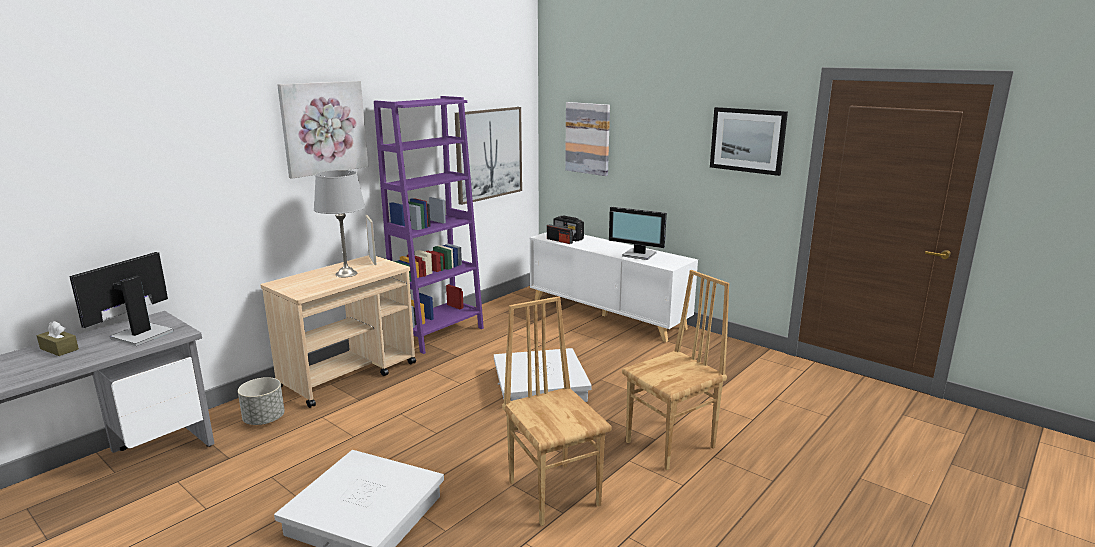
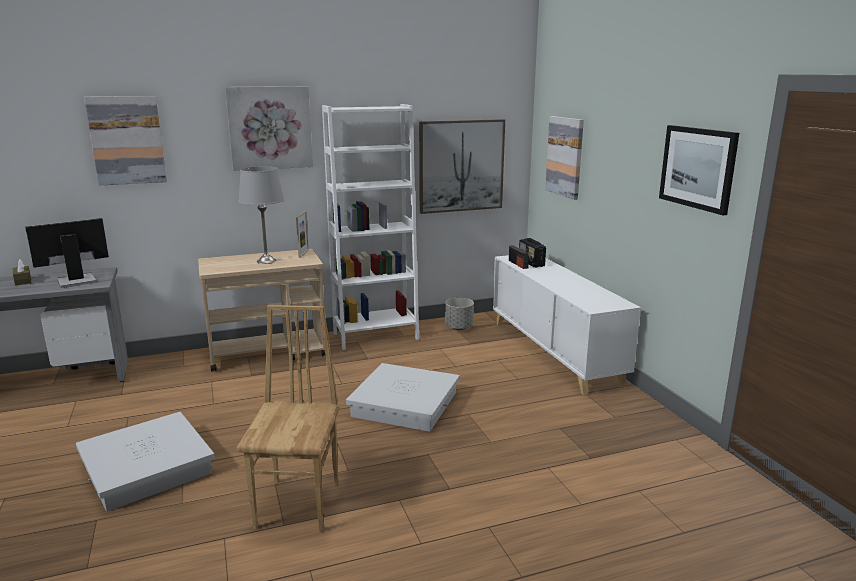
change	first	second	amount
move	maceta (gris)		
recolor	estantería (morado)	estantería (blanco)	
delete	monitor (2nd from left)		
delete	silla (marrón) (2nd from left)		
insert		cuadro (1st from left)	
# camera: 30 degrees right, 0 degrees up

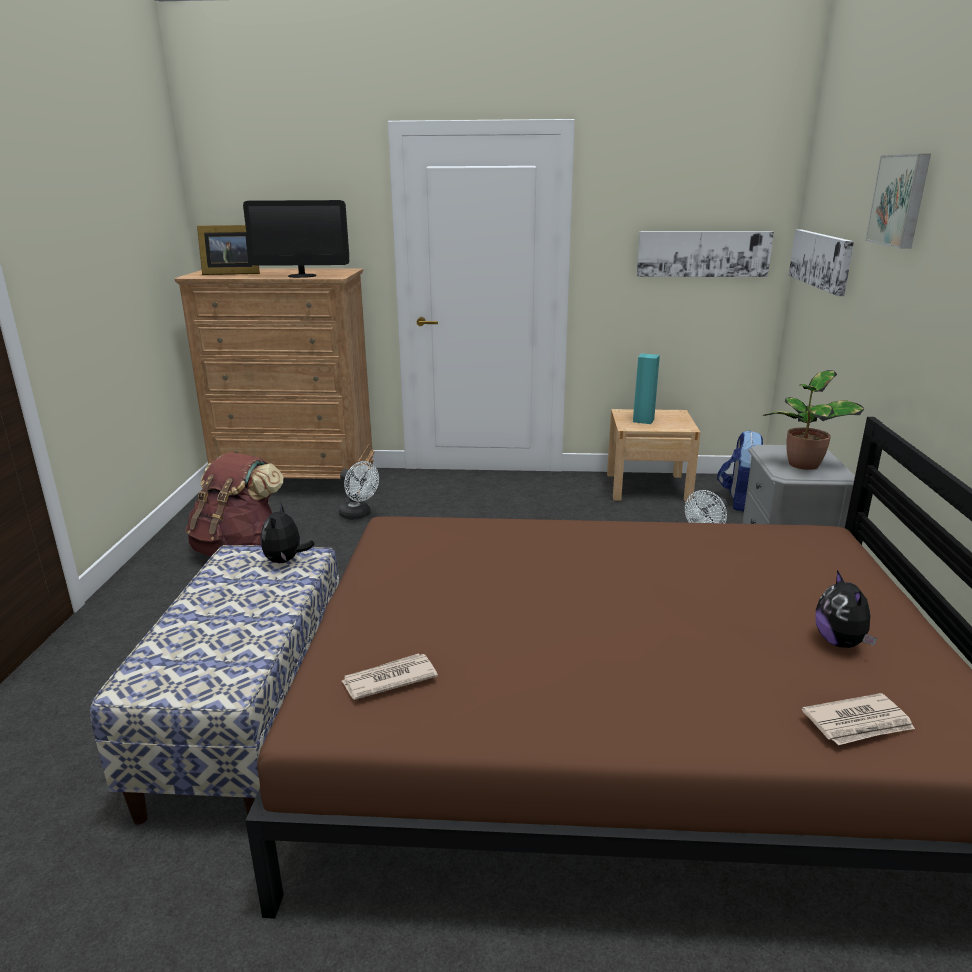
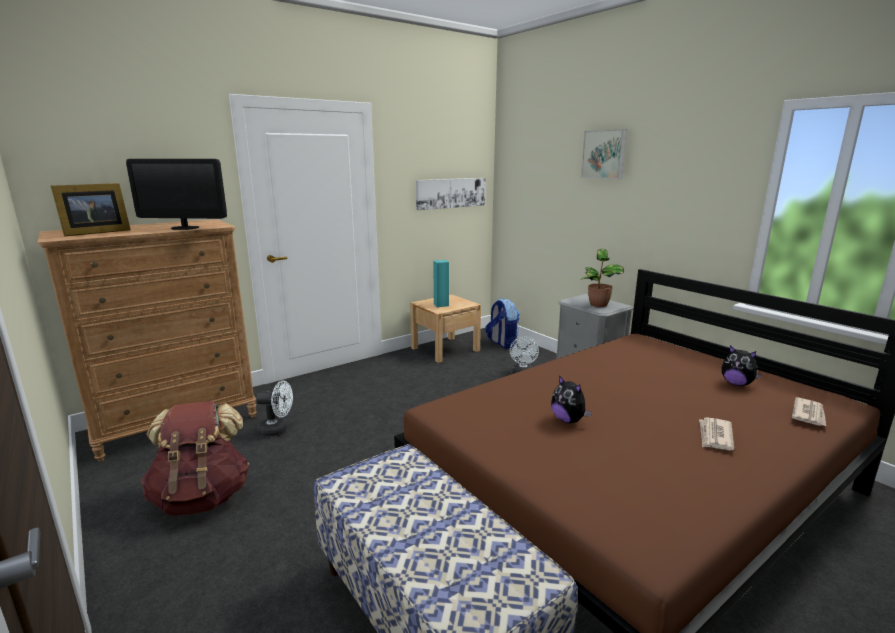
change	first	second	amount
rotate	monitor		45 degrees clockwise
move	peluche (1st from left)		
move	periódico (1st from left)		
delete	cuadro (2nd from left)		
# camera: 40 degrees left, 5 degrees down

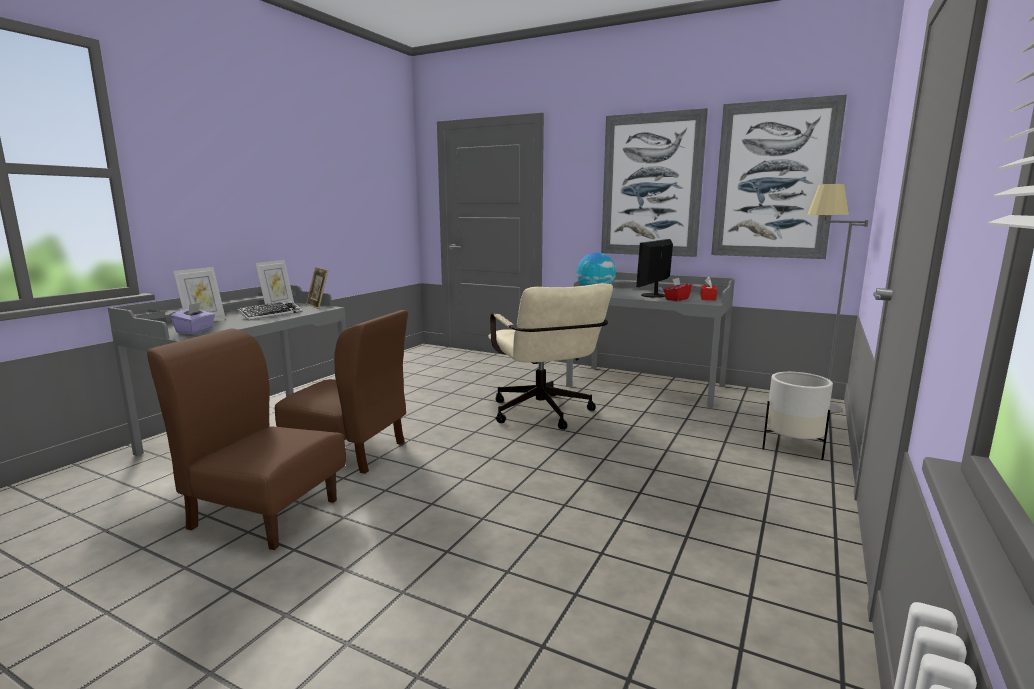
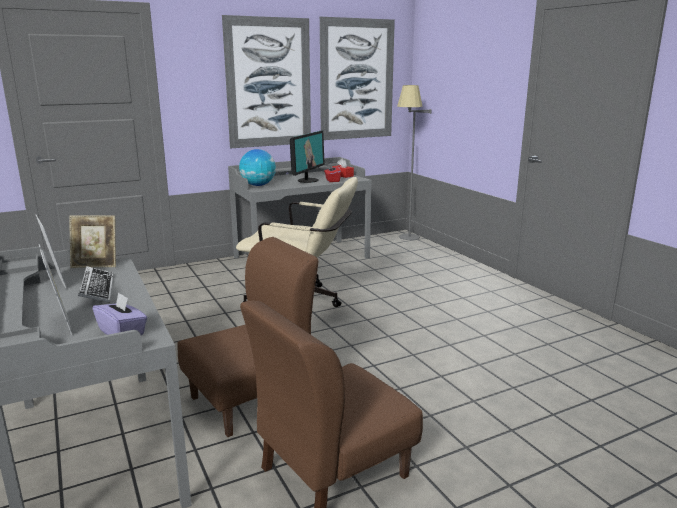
change	first	second	amount
rotate	monitor		135 degrees counterclockwise
delete	maceta (blanco)		
# camera: 55 degrees left, 5 degrees up

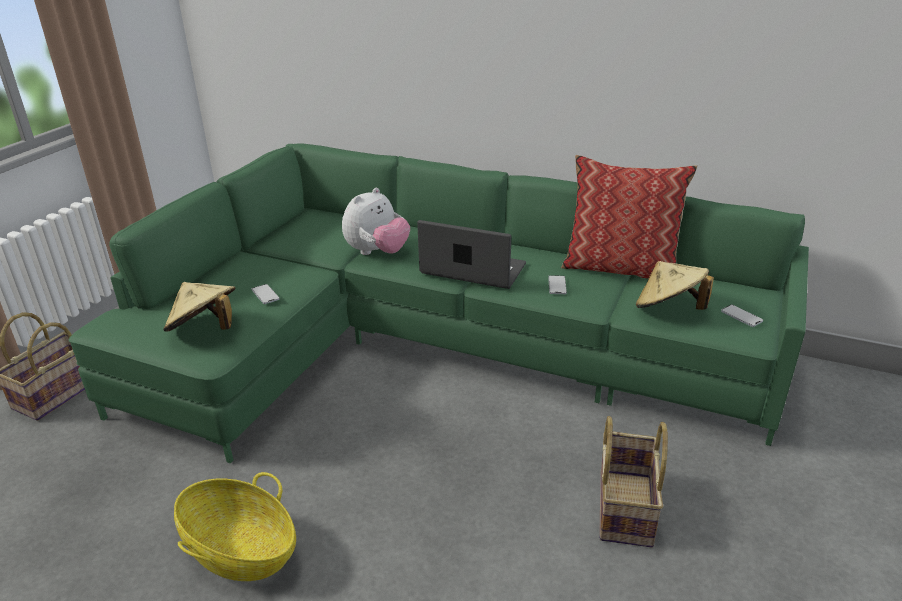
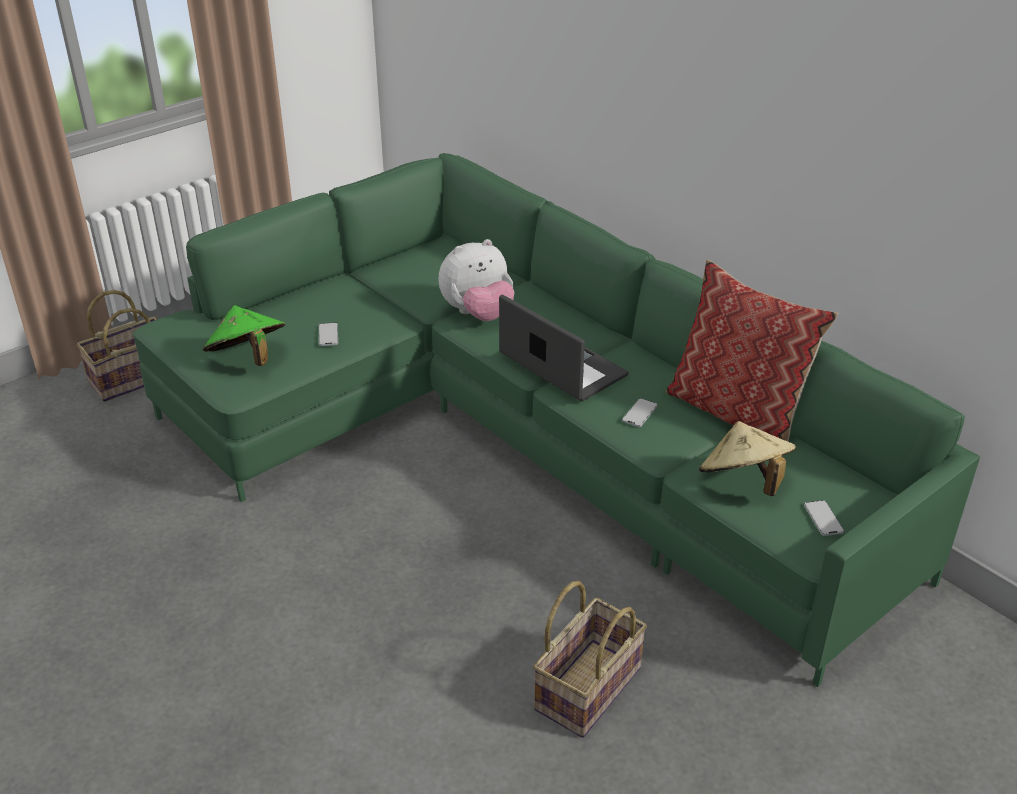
change	first	second	amount
recolor	sombrero (beis) (1st from left)	sombrero (verde)	
delete	cesta (2nd from left)		
# camera: 25 degrees right, 5 degrees up

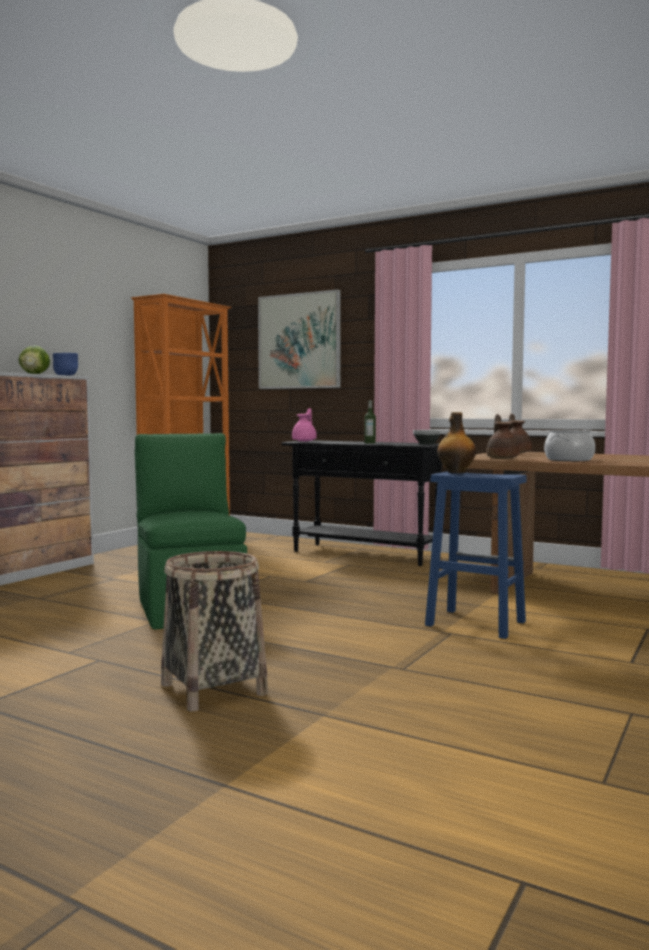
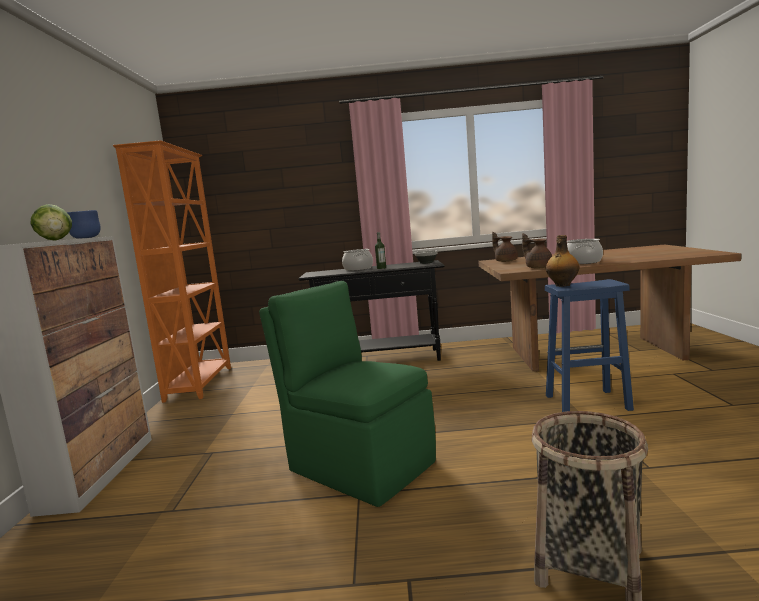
change	first	second	amount
delete	cuadro		
delete	tetera (rosa)		
insert		olla (1st from left)	
# camera: 30 degrees left, 5 degrees up

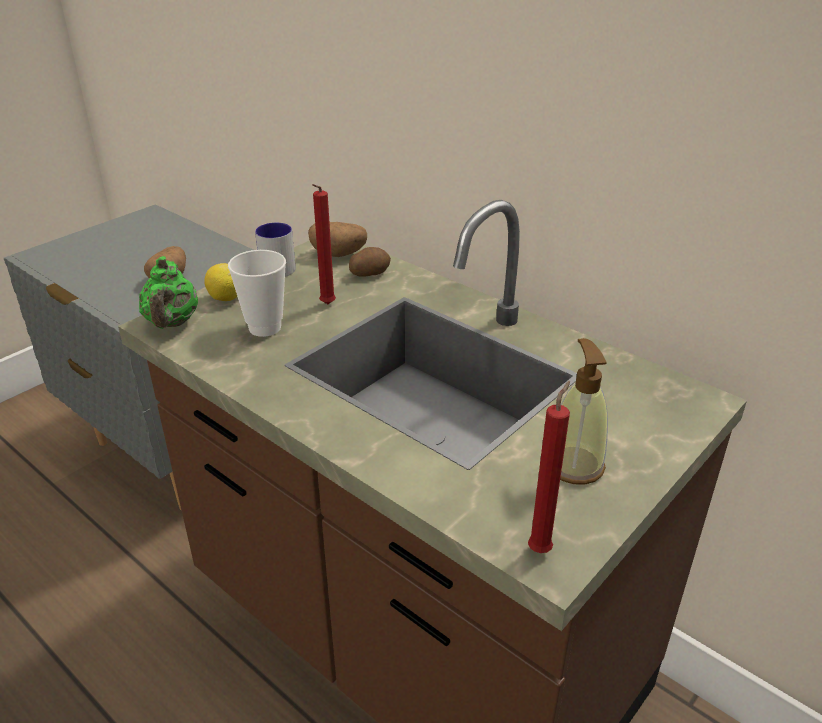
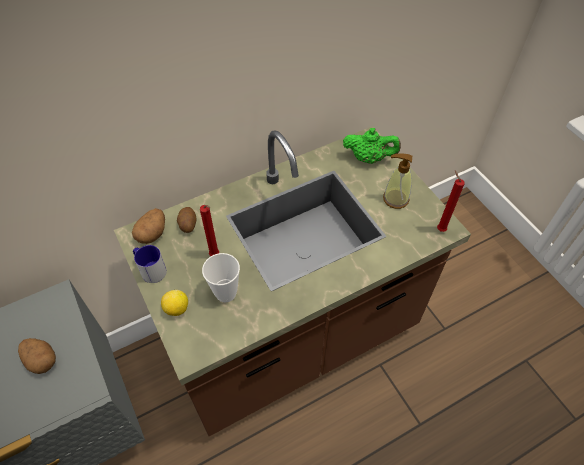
change	first	second	amount
move	tetera (verde)		
# camera: 70 degrees left, 20 degrees up

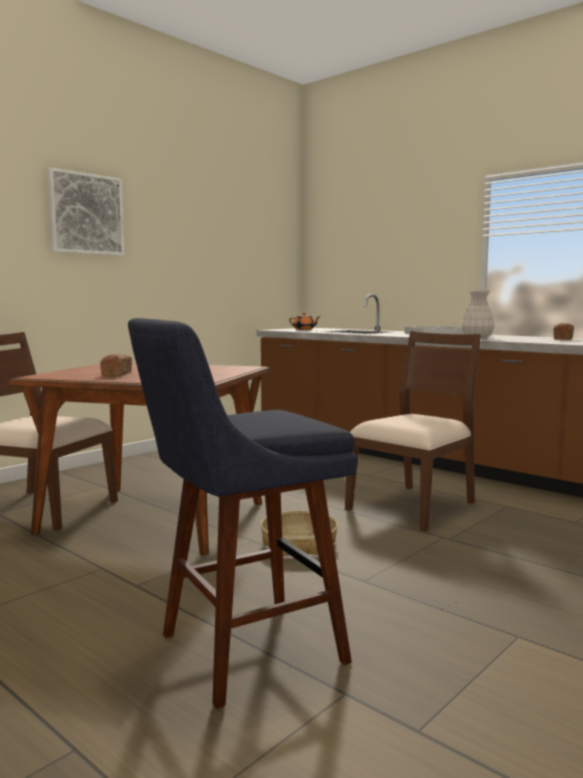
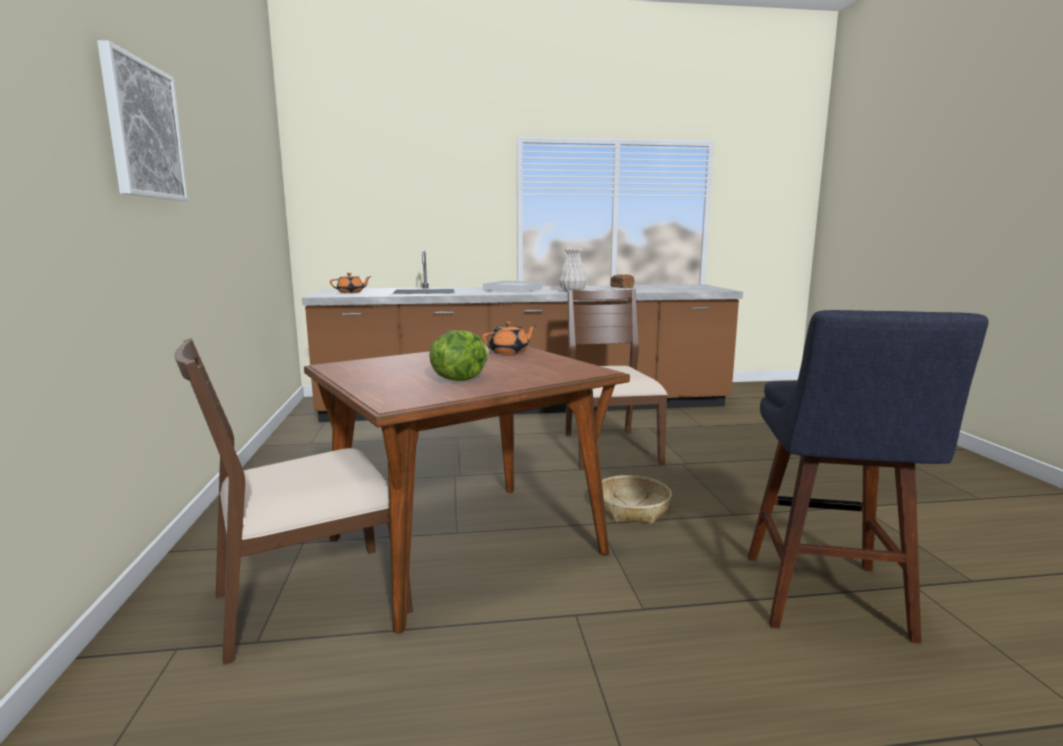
change	first	second	amount
replace	pan (1st from left)	lechuga	
insert		tetera (naranja) (2nd from left)	
# camera: 50 degrees left, 5 degrees up

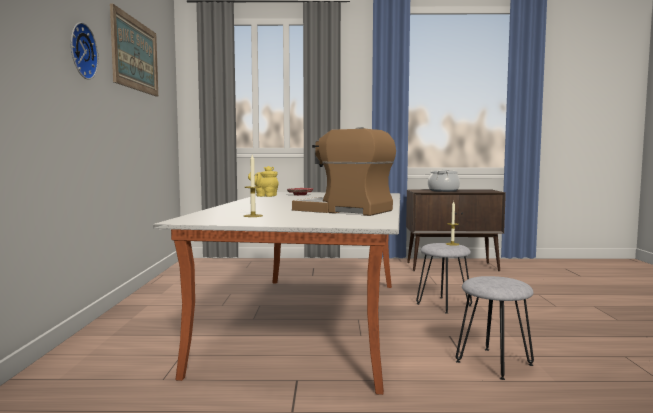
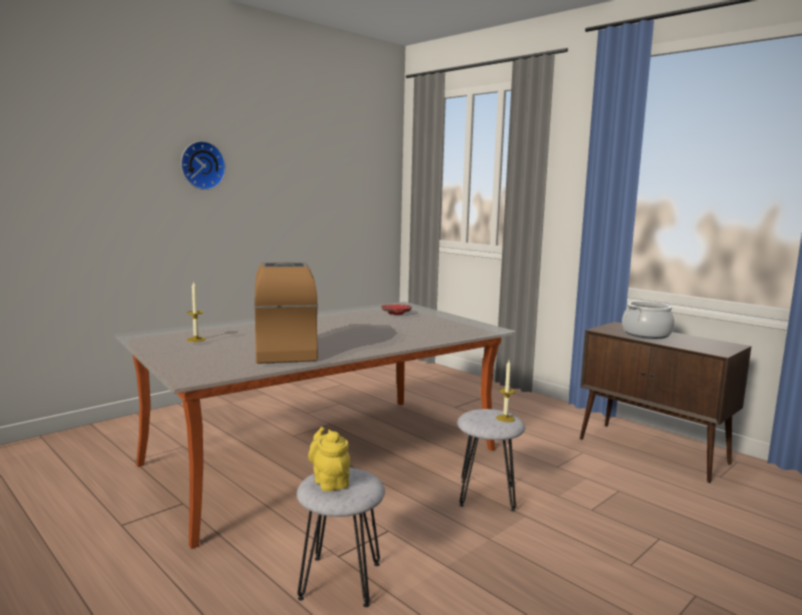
change	first	second	amount
delete	cuadro		
move	tetera (amarillo)		
# camera: 45 degrees right, 5 degrees up

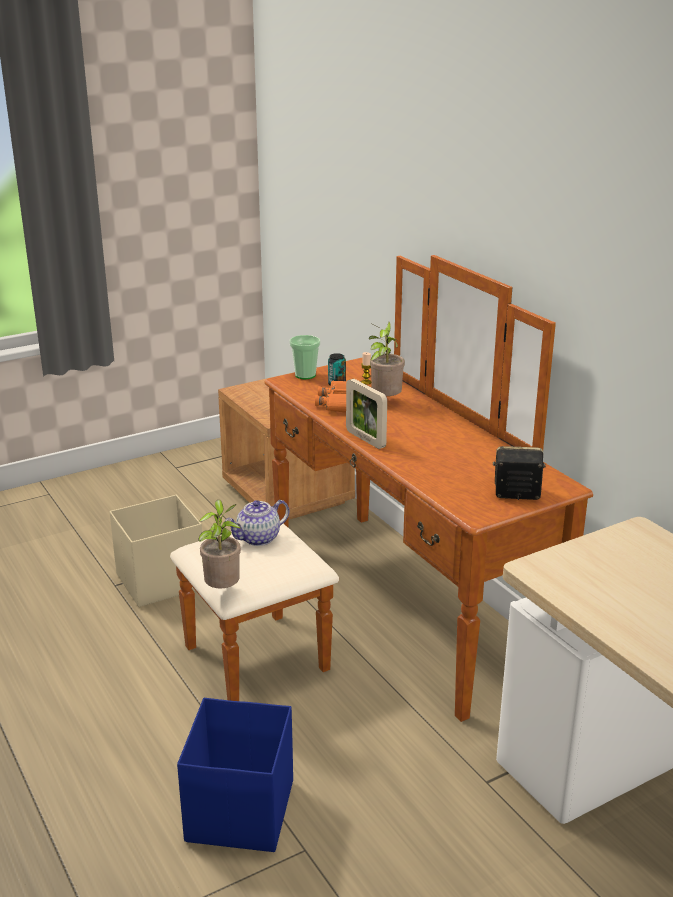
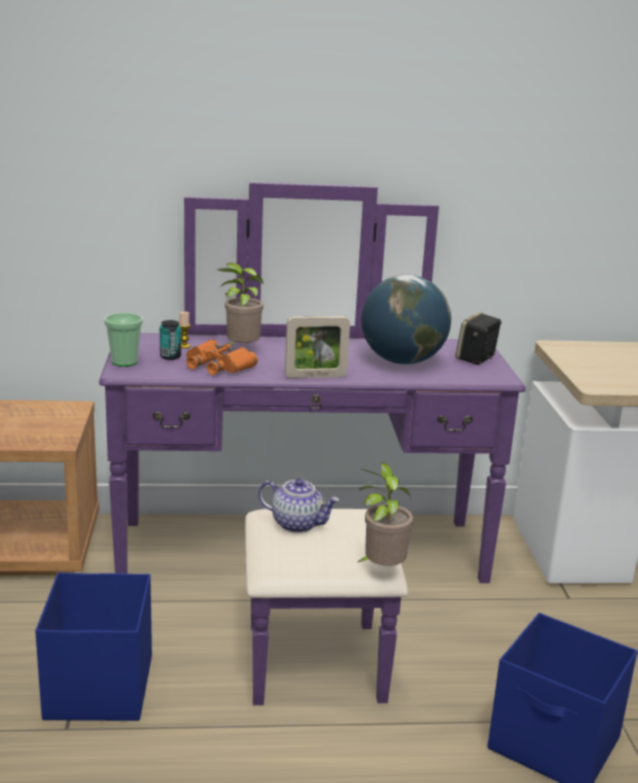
change	first	second	amount
recolor	caja de almacenaje (beis)	caja de almacenaje (azul) (1st from left)	
recolor	cómoda (marrón)	cómoda (morado)	
rotate	tetera		60 degrees counterclockwise
insert		globo terráqueo	
# camera: 65 degrees left, 5 degrees down

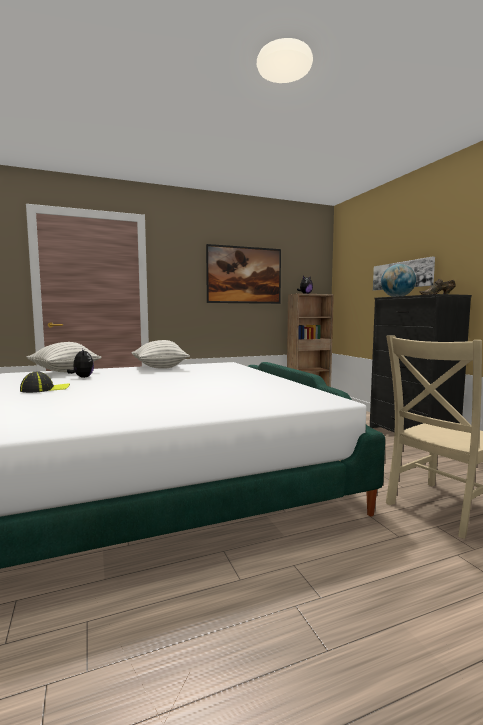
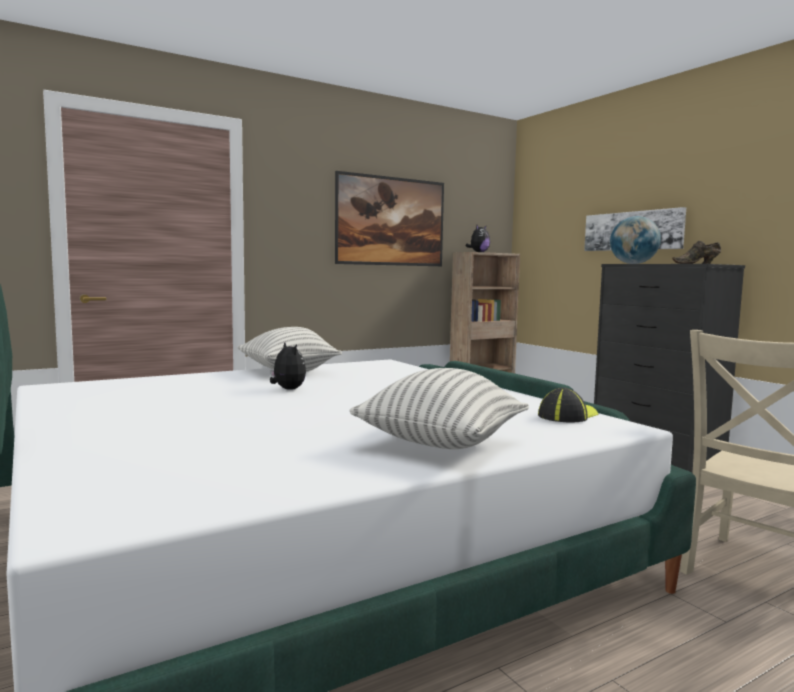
change	first	second	amount
move	gorra		
move	cojín (1st from left in the first image)	cojín (2nd from left)	
move	peluche (1st from left)		
# camera: 10 degrees left, 0 degrees up

